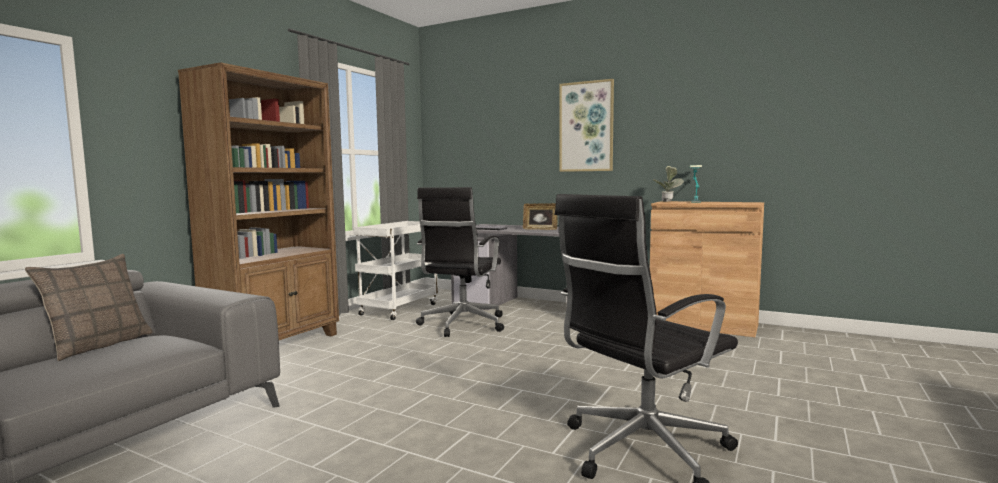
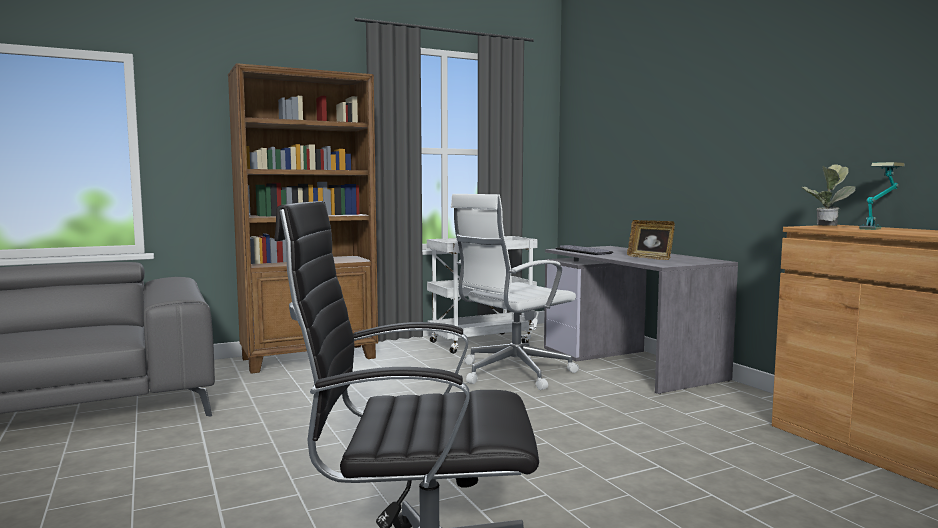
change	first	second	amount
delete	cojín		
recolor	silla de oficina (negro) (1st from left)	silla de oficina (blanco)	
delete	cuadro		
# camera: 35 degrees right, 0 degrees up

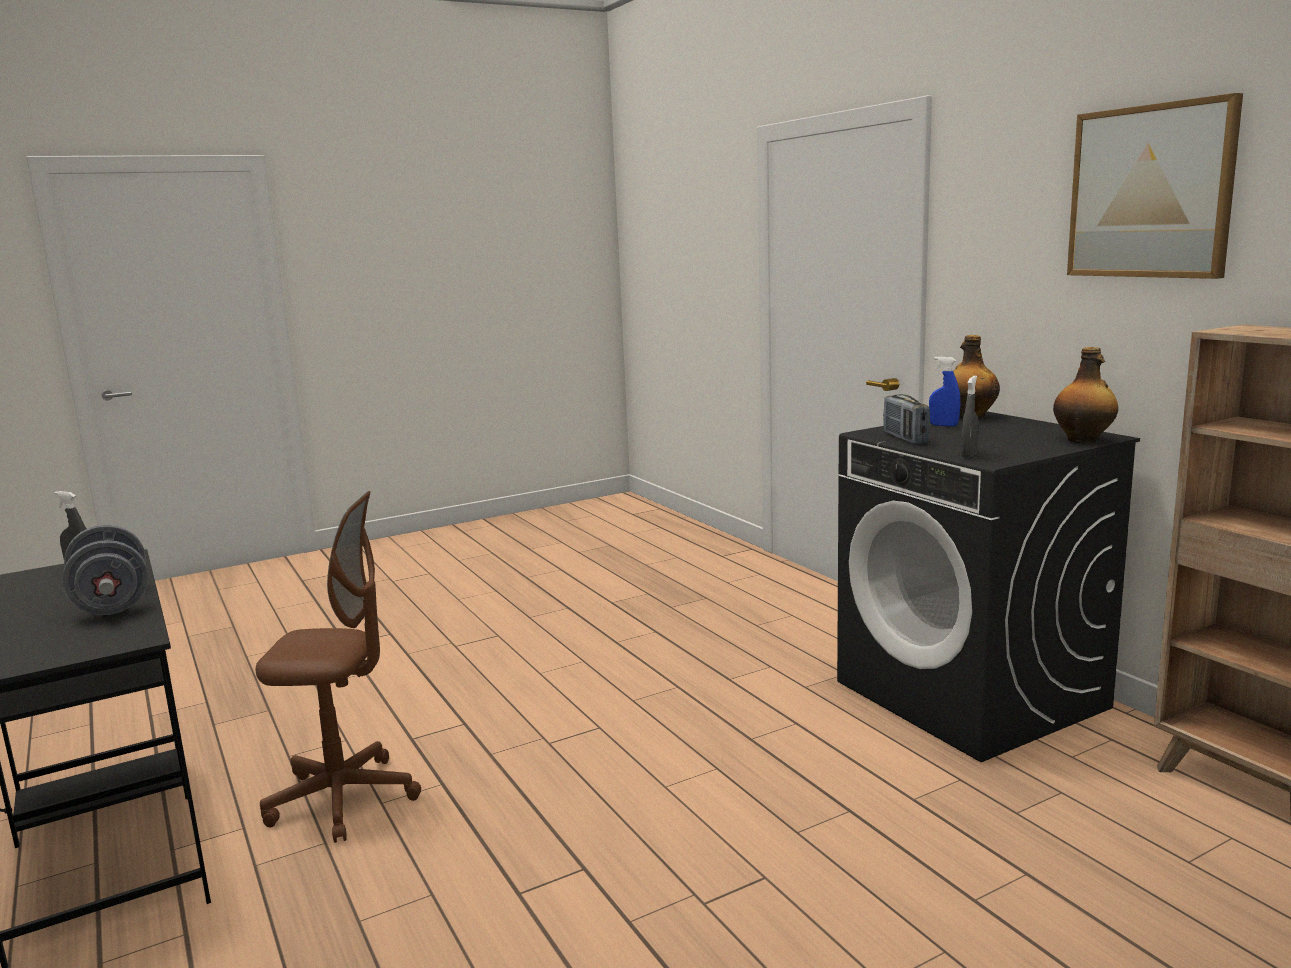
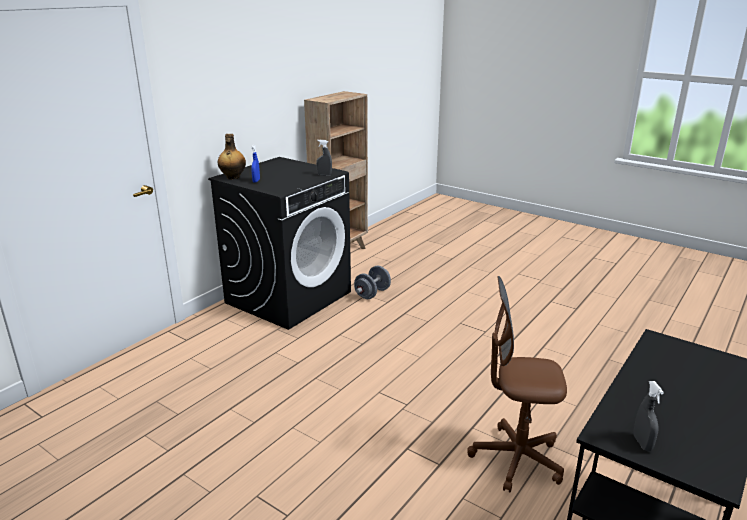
change	first	second	amount
move	mancuerna (gris)		
rotate	silla de oficina (marrón)		60 degrees counterclockwise
delete	radio		
delete	botella (2nd from left)		
delete	cuadro		
# camera: 115 degrees left, 10 degrees up

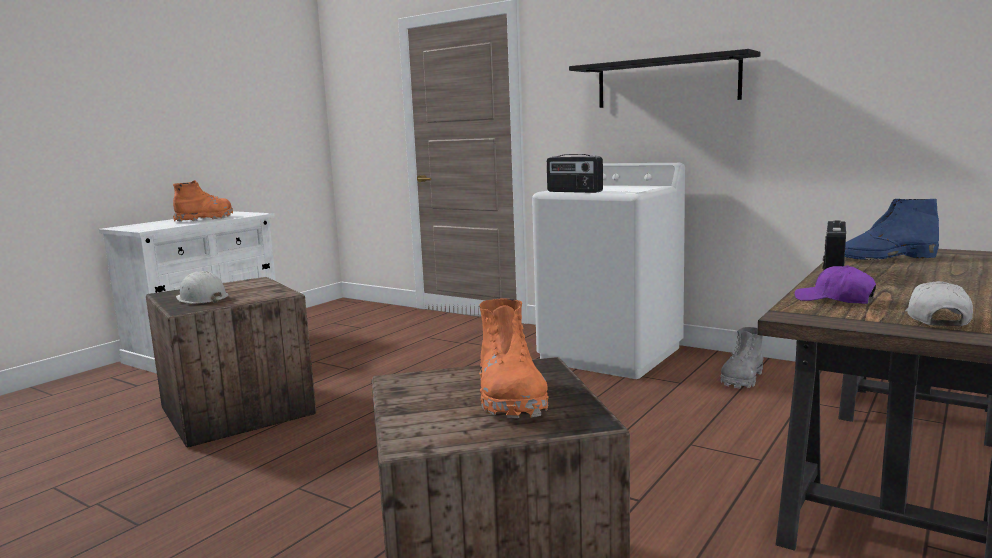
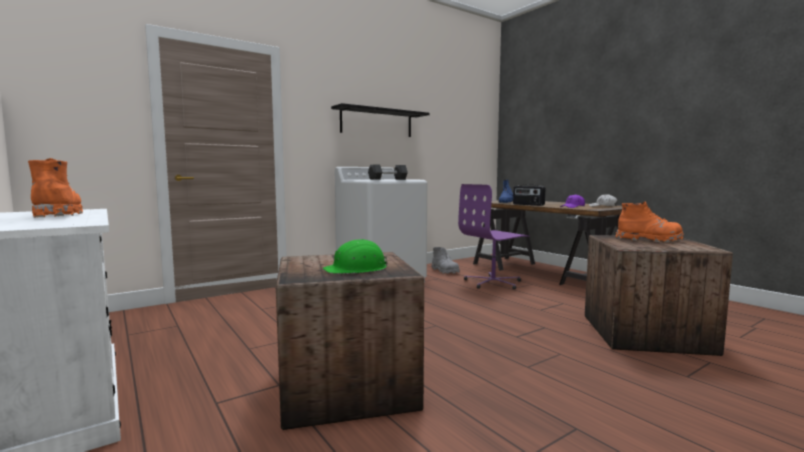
change	first	second	amount
recolor	casco (blanco)	casco (verde)	
replace	radio (1st from left)	mancuerna (negro)	
insert		silla de oficina (morado)	
# camera: 70 degrees left, 5 degrees down

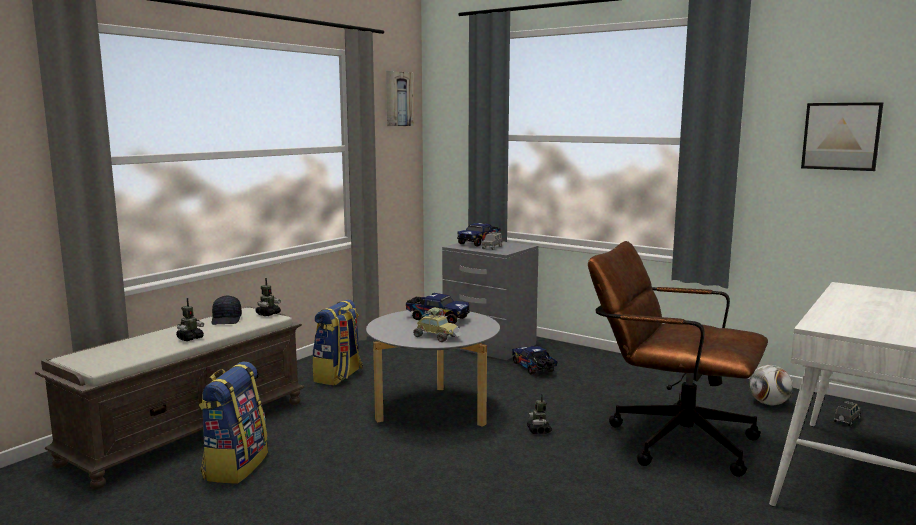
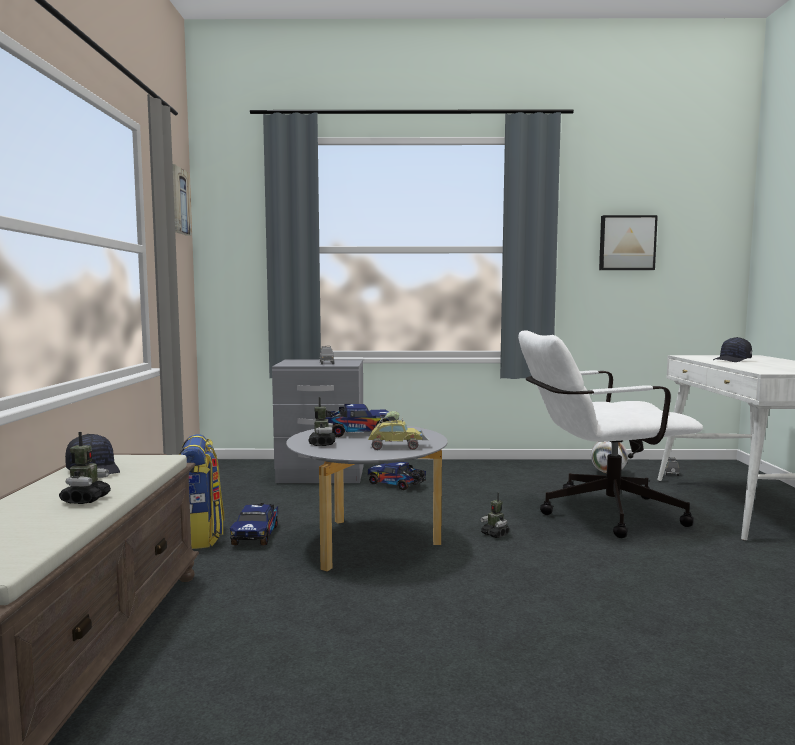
change	first	second	amount
delete	mochila (1st from left)		
move	robot de juguete (2nd from left)		
move	camión de juguete (2nd from left in the first image)	camión de juguete (1st from left)	
recolor	silla de oficina (marrón)	silla de oficina (blanco)	
insert		gorra (negro) (2nd from left)	
# camera: 35 degrees left, 5 degrees down

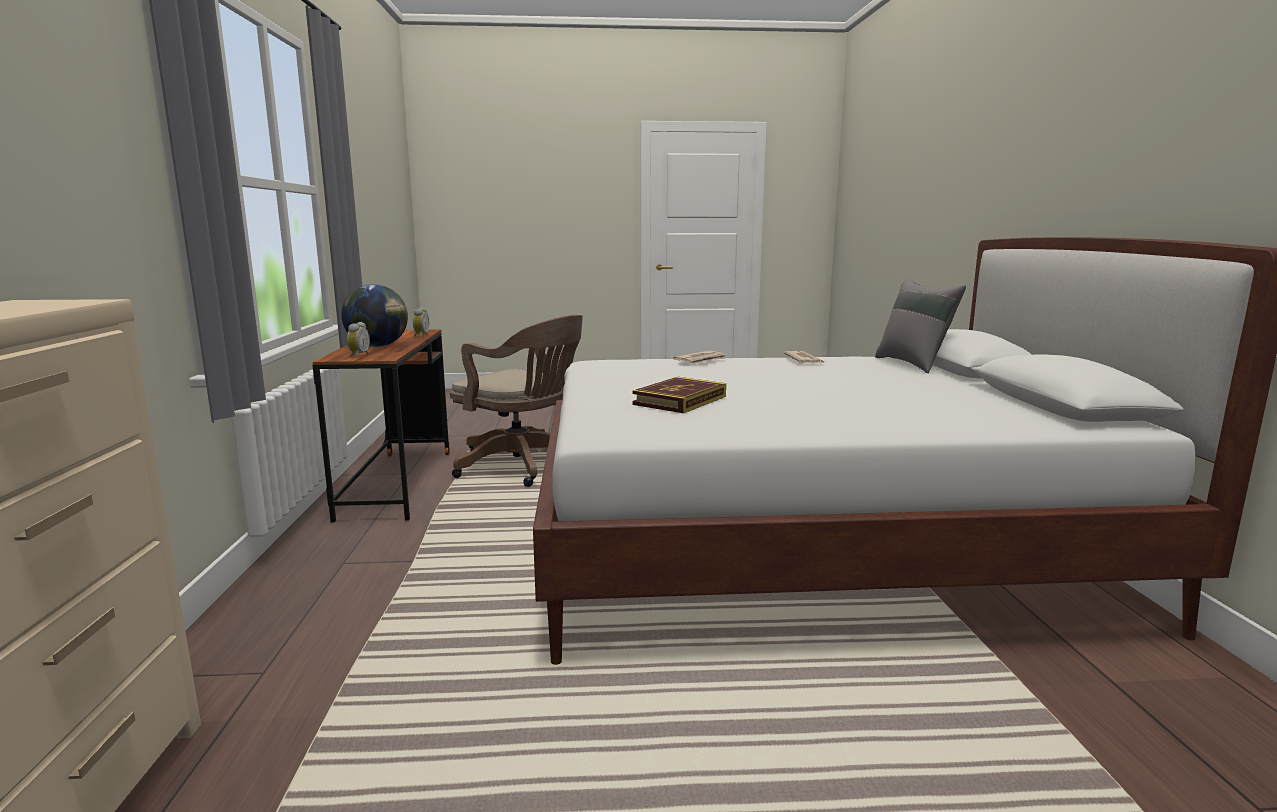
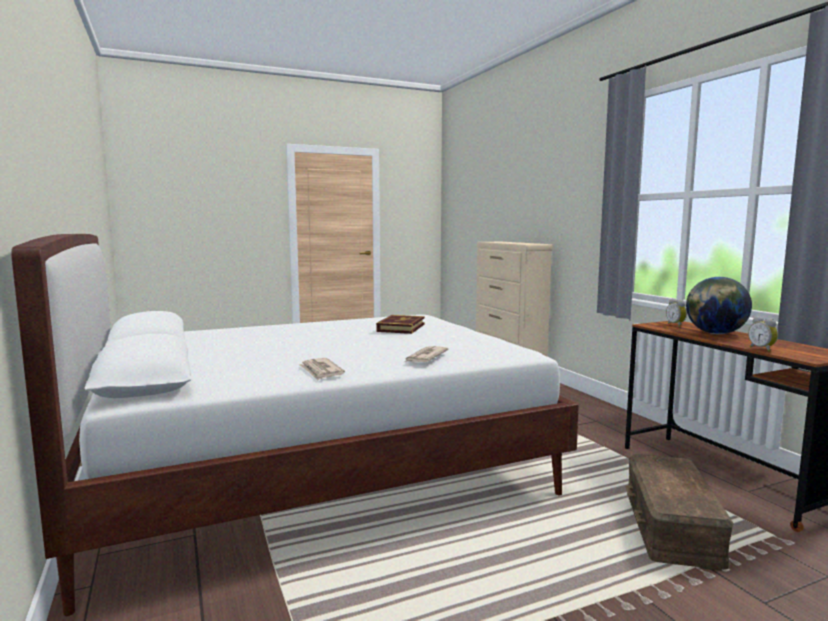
change	first	second	amount
replace	silla de oficina (marrón)	caja de almacenaje (marrón)	
delete	cojín (gris)		
# camera: 160 degrees right, 5 degrees down

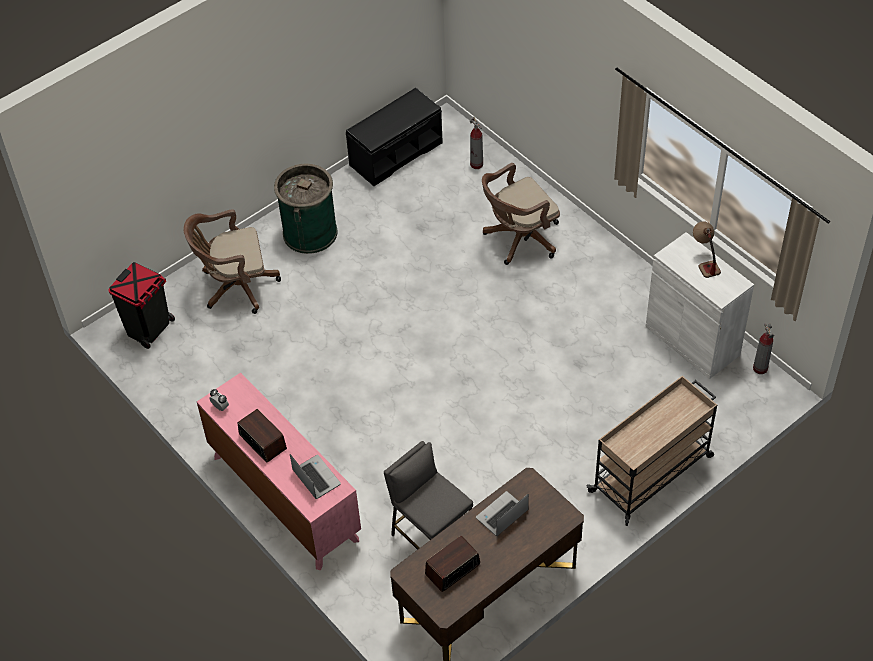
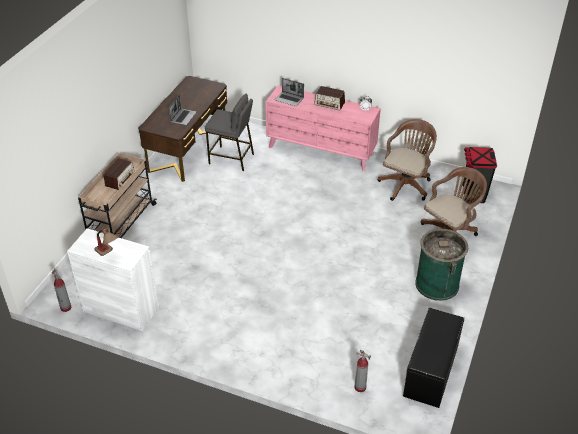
change	first	second	amount
move	radio (2nd from left in the first image)	radio (1st from left)	
move	silla de oficina (marrón) (2nd from left in the first image)	silla de oficina (marrón) (1st from left)	
# camera: 150 degrees right, 10 degrees down

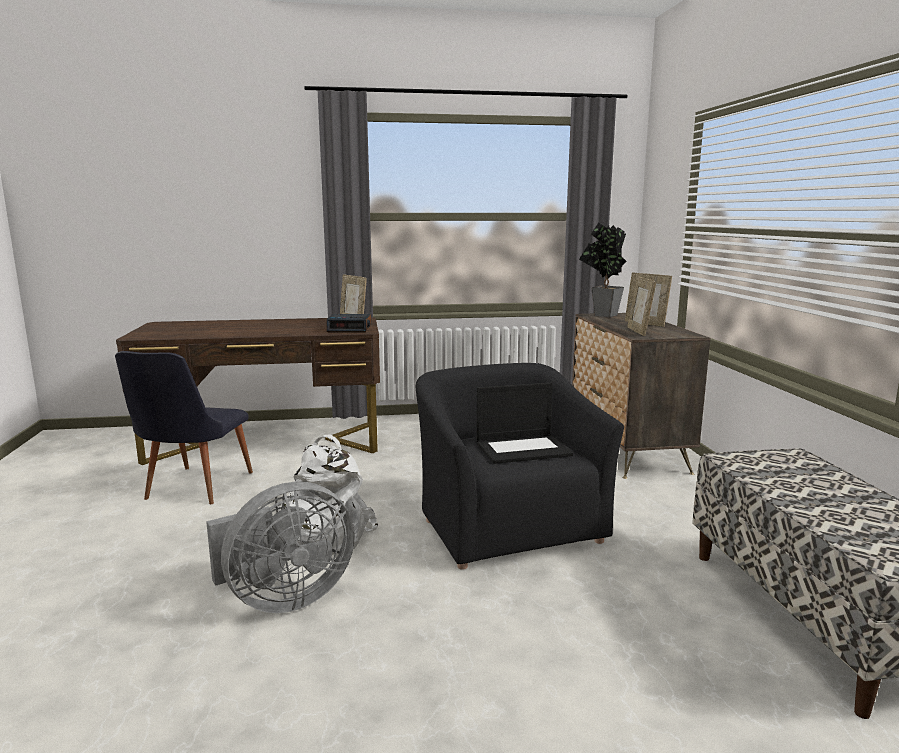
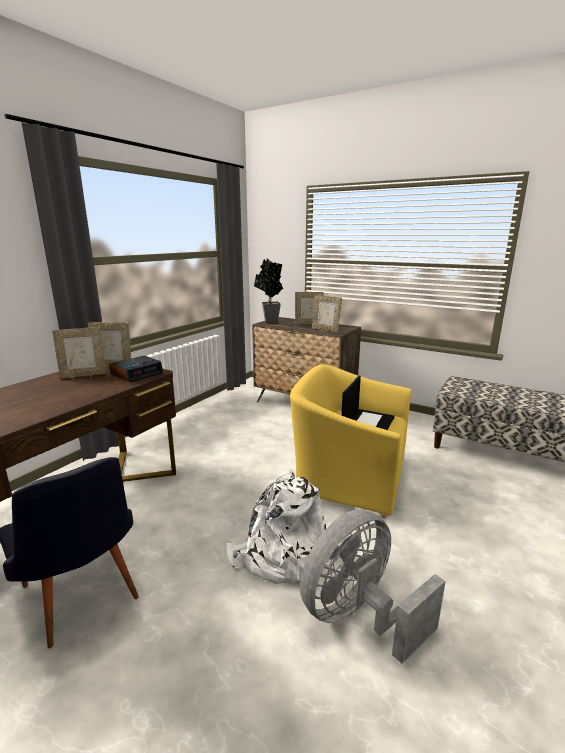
change	first	second	amount
rotate	ventilador (gris)		135 degrees counterclockwise
recolor	sillón (negro)	sillón (amarillo)	
insert		portarretratos (1st from left)	
# camera: 50 degrees left, 5 degrees up

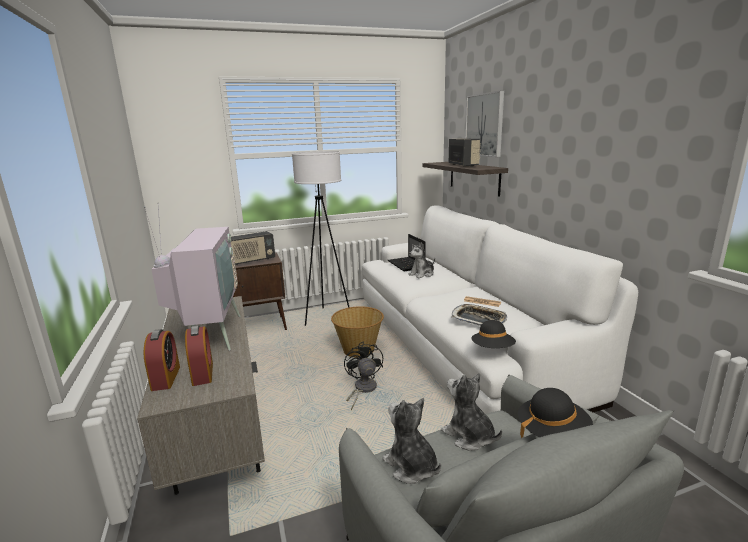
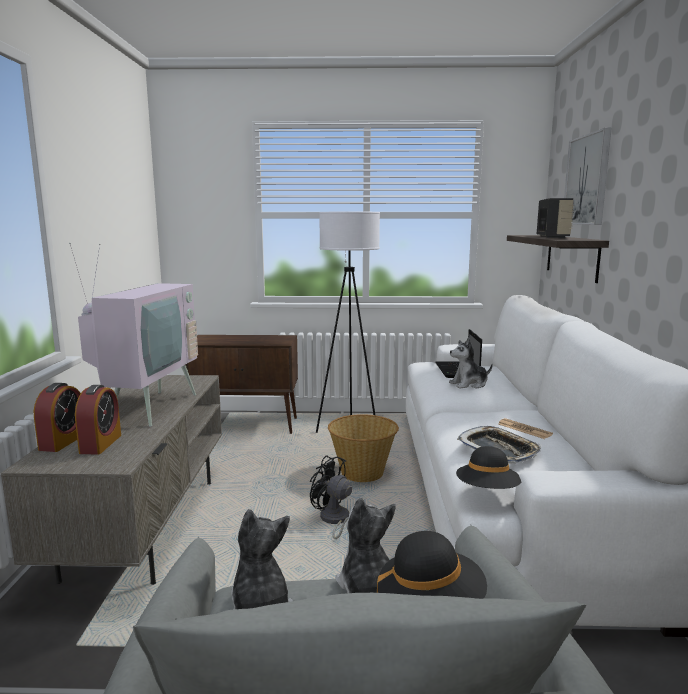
change	first	second	amount
delete	radio (1st from left)		
rotate	ventilador (negro)		60 degrees counterclockwise
# camera: 20 degrees right, 5 degrees down

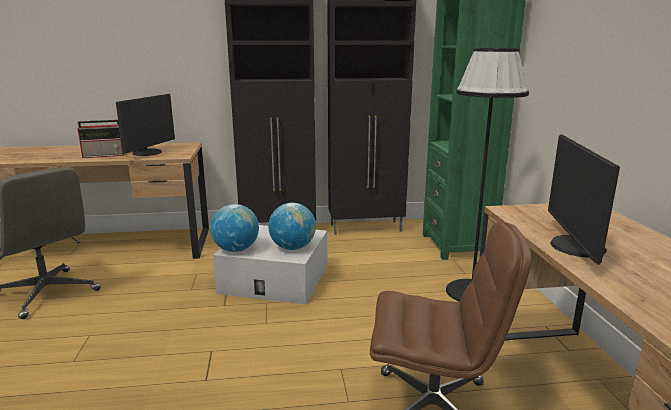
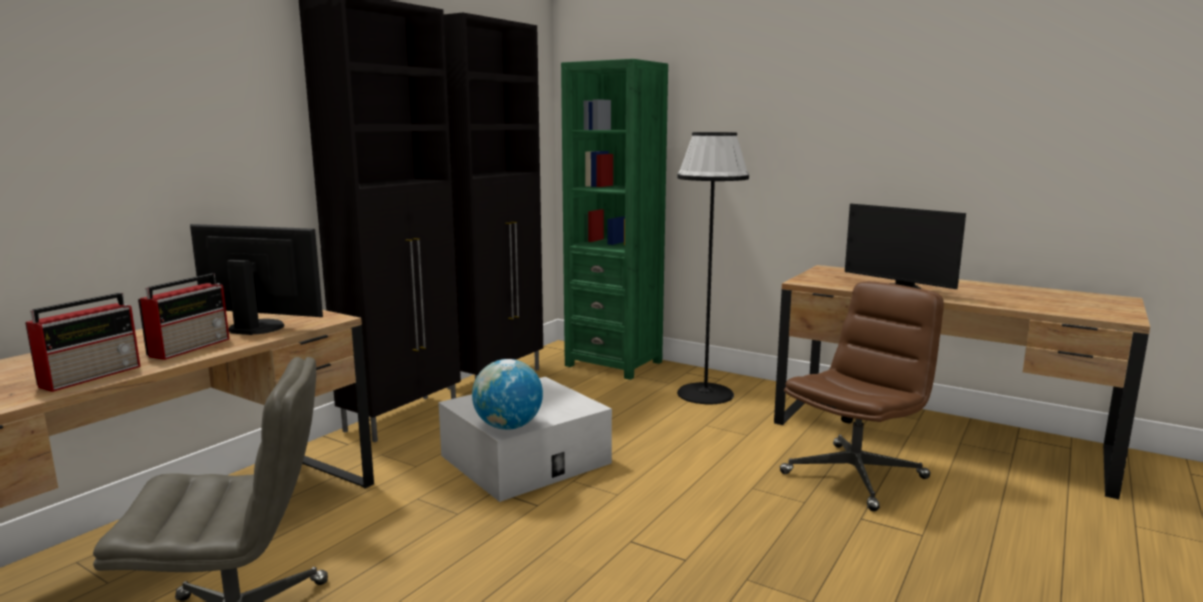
change	first	second	amount
rotate	monitor (1st from left)		45 degrees counterclockwise
delete	globo terráqueo (2nd from left)		
insert		radio (1st from left)	
# camera: 50 degrees left, 5 degrees down

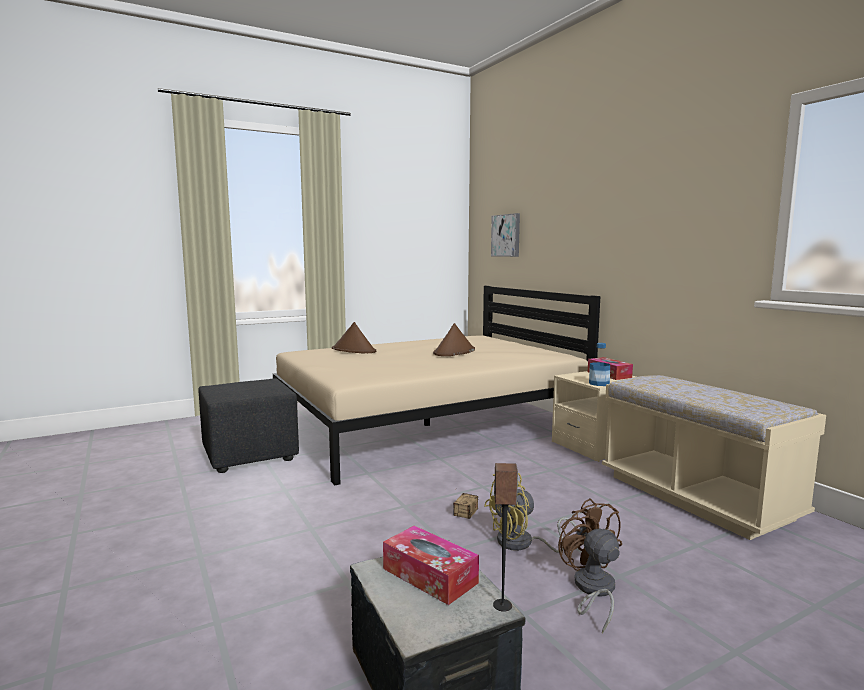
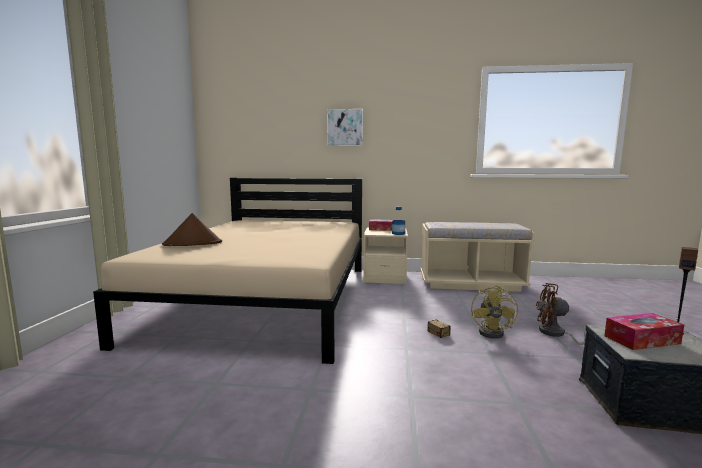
change	first	second	amount
delete	puf (negro)		
delete	sombrero (marrón) (2nd from left)		
move	cuadro		
# camera: 55 degrees left, 0 degrees up

